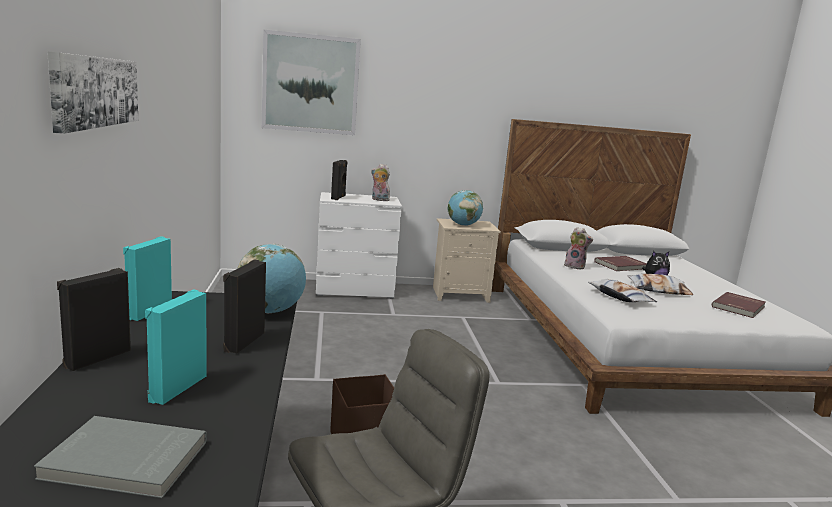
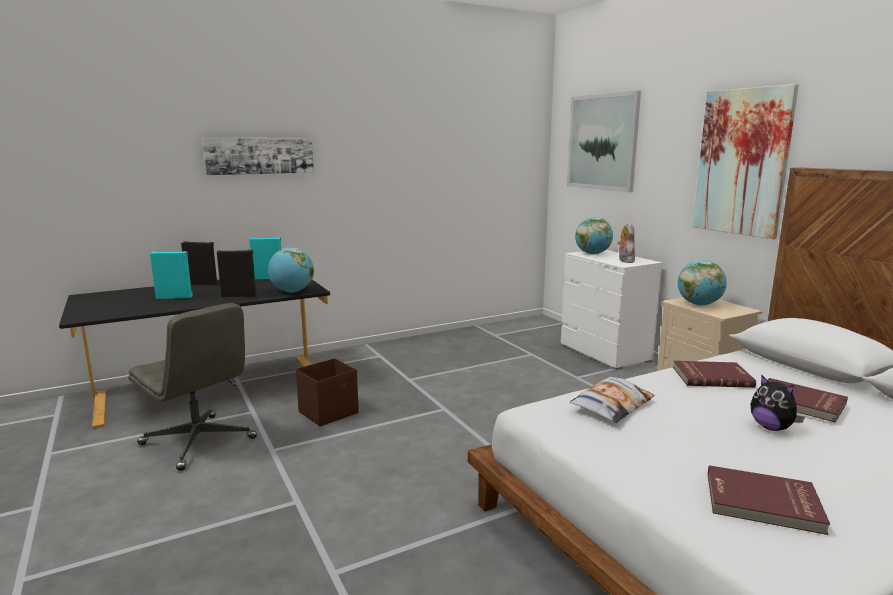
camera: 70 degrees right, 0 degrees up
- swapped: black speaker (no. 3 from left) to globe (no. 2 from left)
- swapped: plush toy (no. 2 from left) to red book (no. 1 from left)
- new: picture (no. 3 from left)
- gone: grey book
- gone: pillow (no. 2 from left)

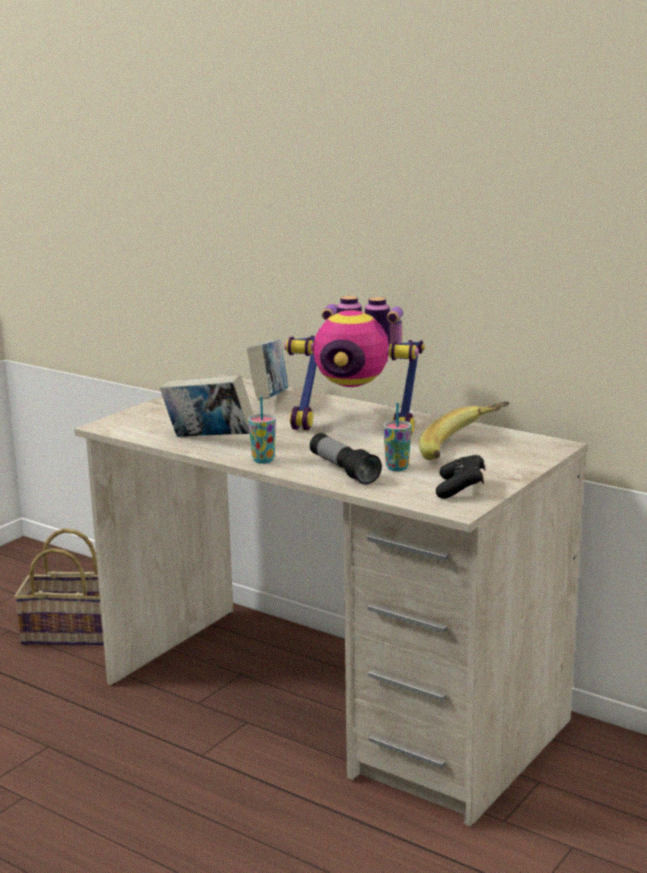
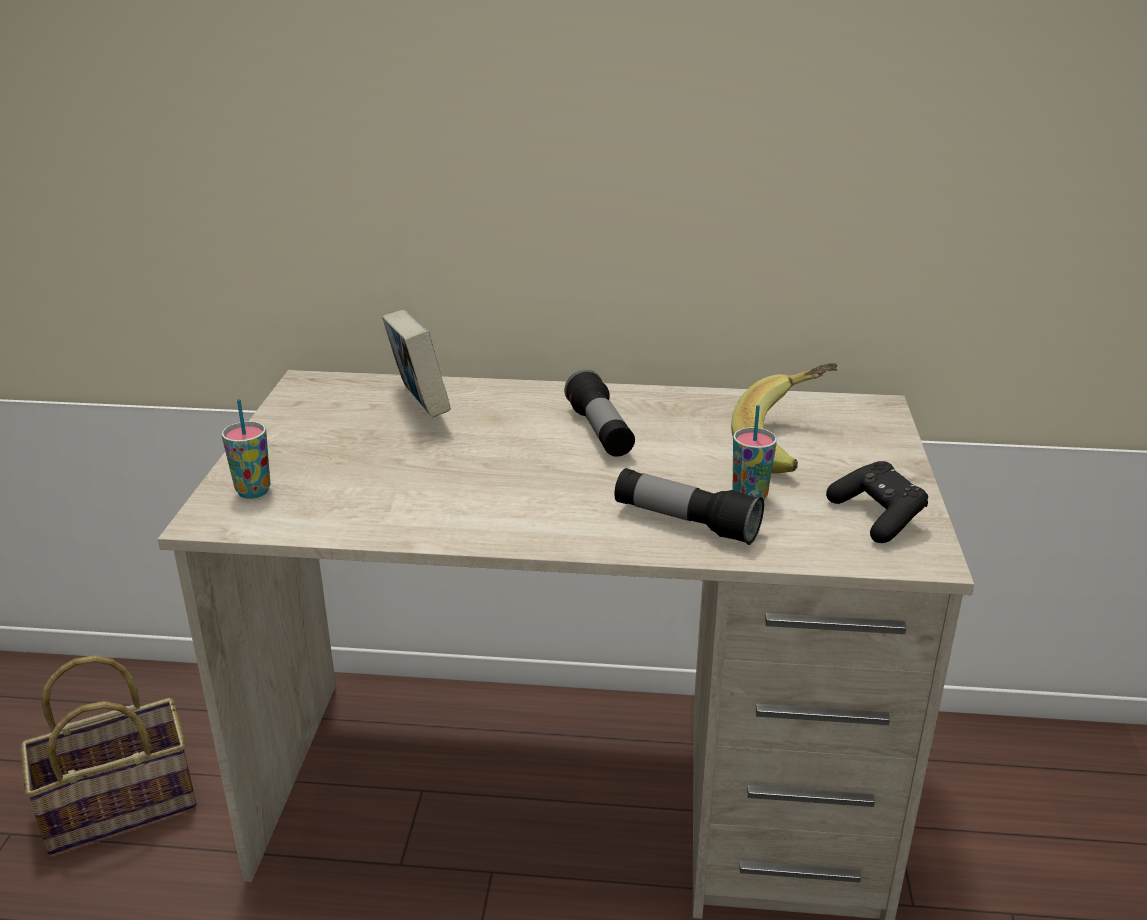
camera: 30 degrees left, 10 degrees up
- shifted: cup (no. 1 from left)
- swapped: toy robot to flashlight (no. 1 from left)
- gone: book (no. 1 from left)

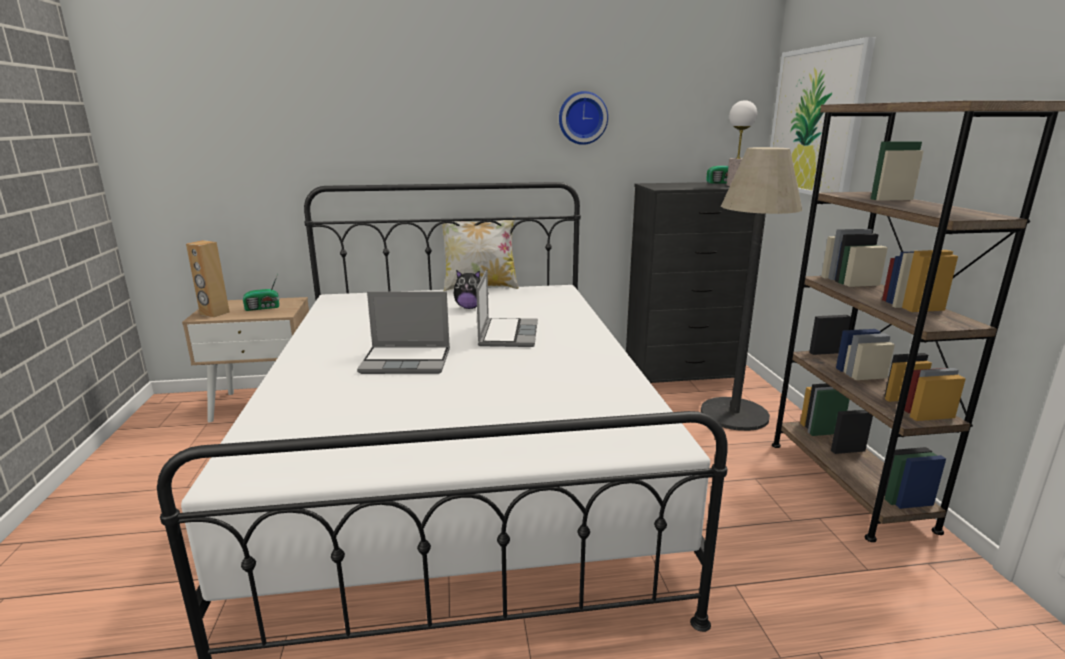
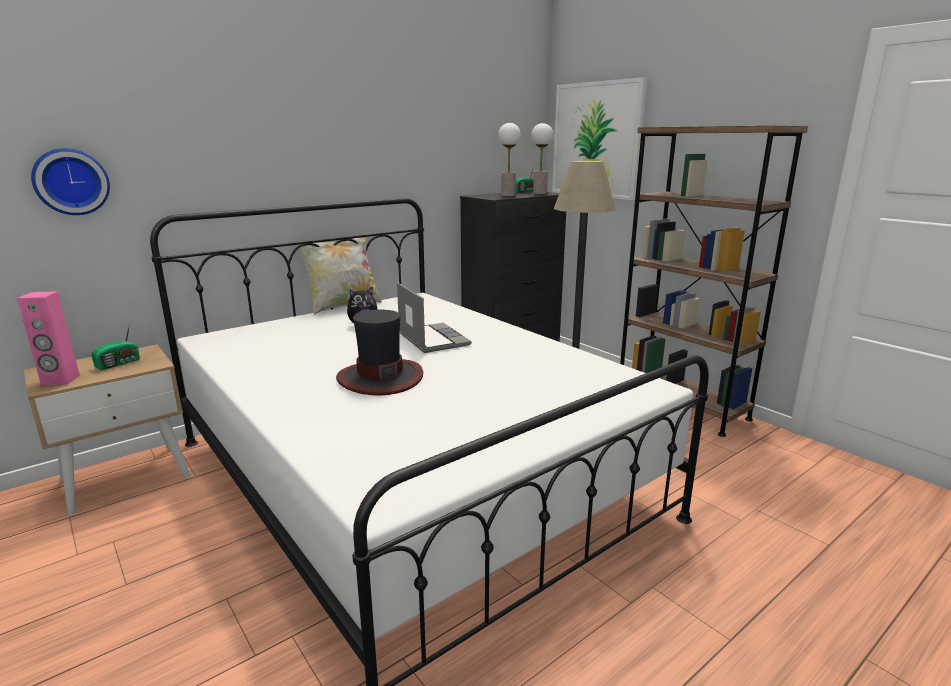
camera: 30 degrees left, 0 degrees up
- repainted: brown speaker to pink speaker
- shifted: wall clock
- swapped: laptop (no. 1 from left) to hat
- new: table lamp (no. 1 from left)

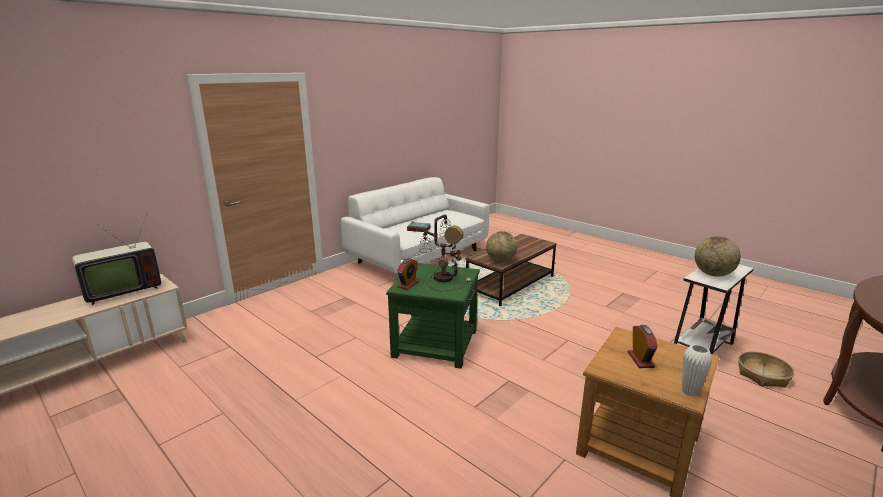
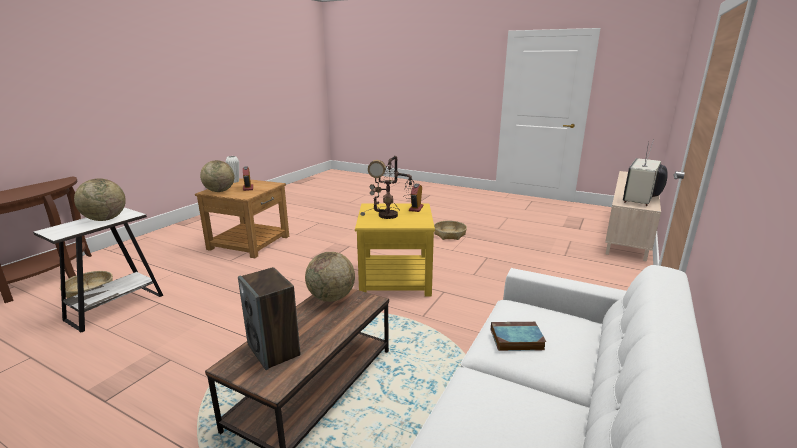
camera: 165 degrees right, 0 degrees up
- new: globe (no. 2 from left)
- new: speaker
- repainted: green side table to yellow side table
- new: basket (no. 2 from left)

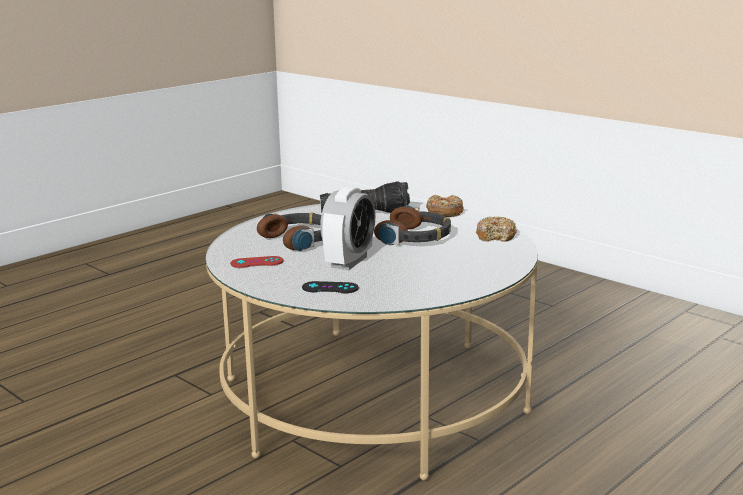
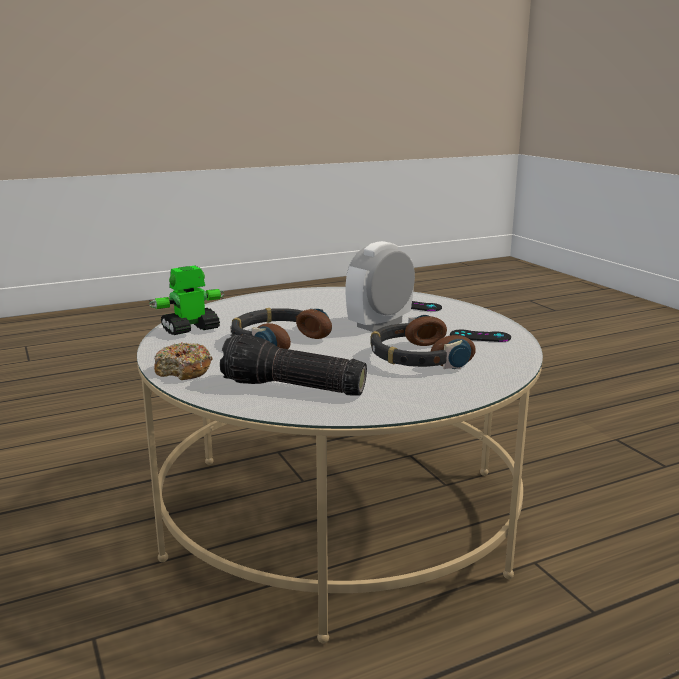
camera: 160 degrees left, 0 degrees up
- swapped: donut (no. 2 from left) to toy robot
- repainted: red game controller to black game controller (no. 2 from left)

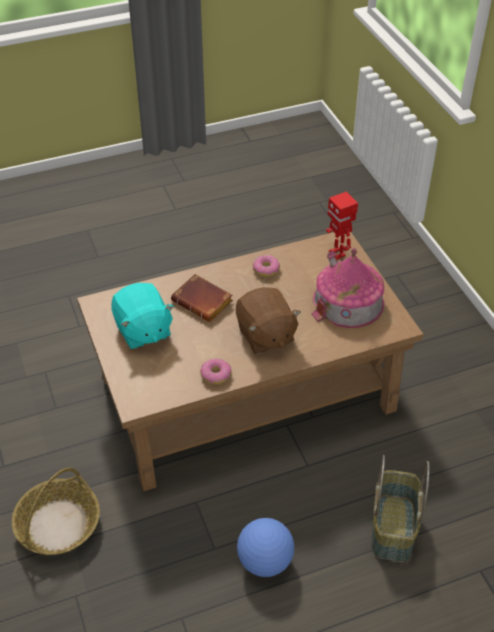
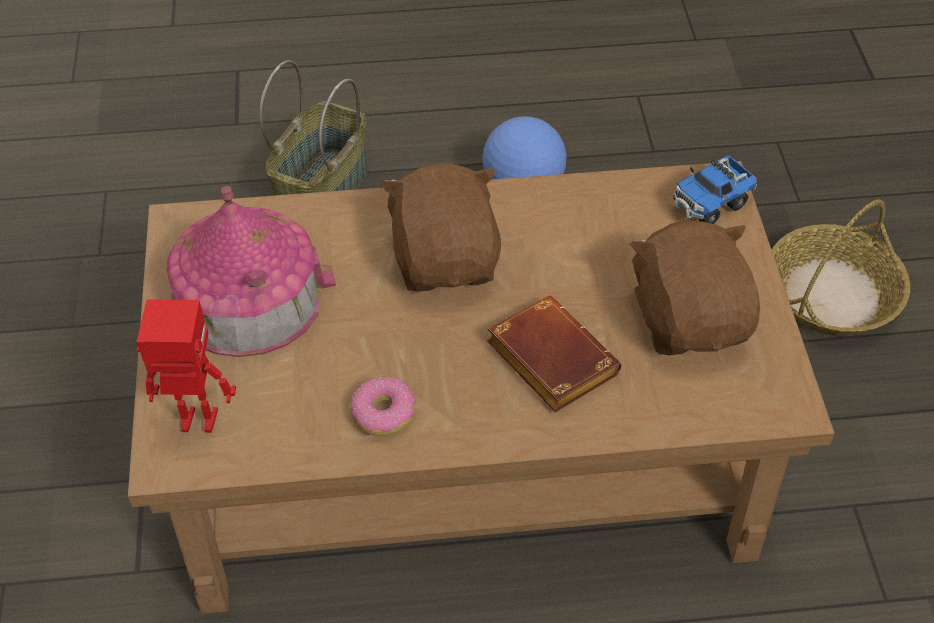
camera: 165 degrees left, 5 degrees up
- rotated: toy robot 75 degrees counterclockwise
- repainted: turquoise plush toy to brown plush toy (no. 2 from left)
- new: toy truck
- gone: donut (no. 1 from left)

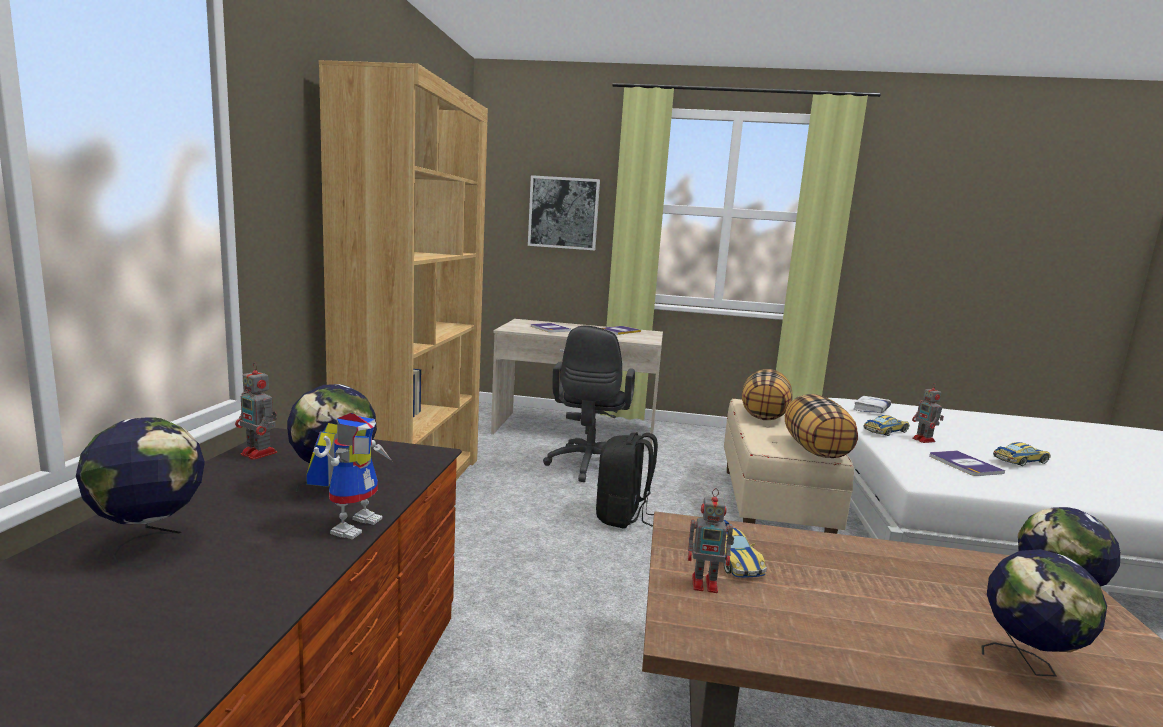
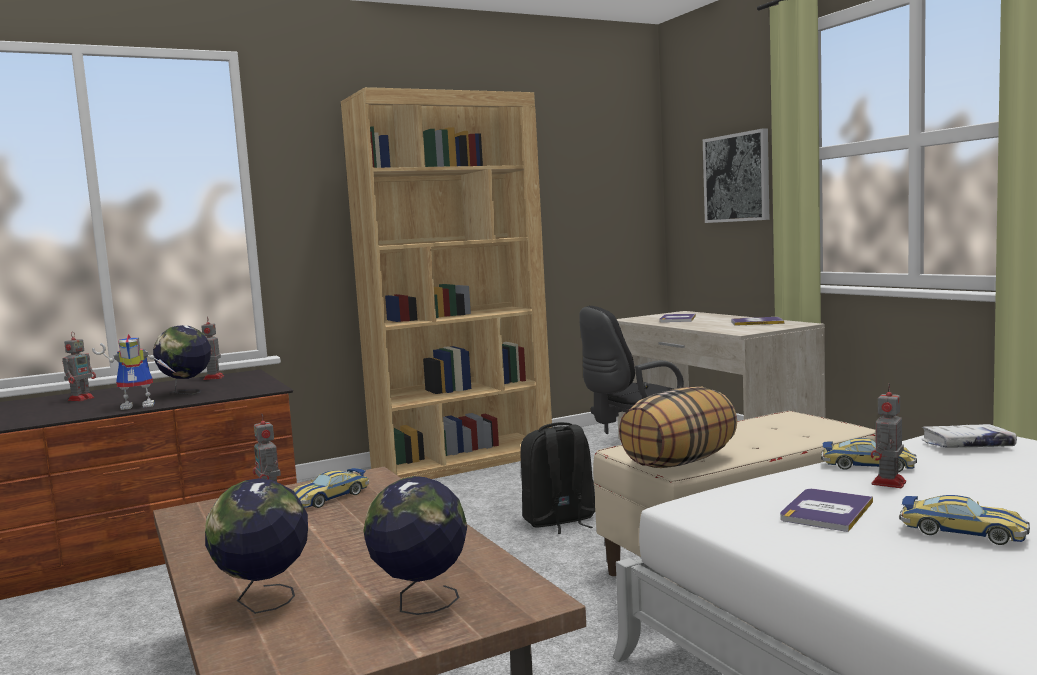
camera: 55 degrees right, 5 degrees down
- swapped: globe (no. 1 from left) to toy robot (no. 1 from left)
- gone: pillow (no. 1 from left)

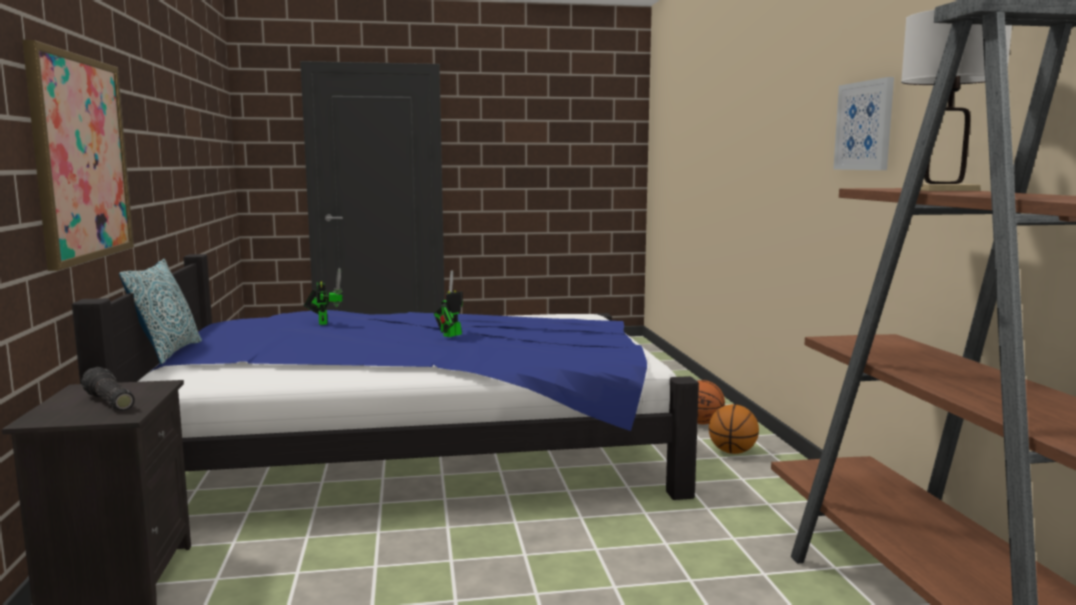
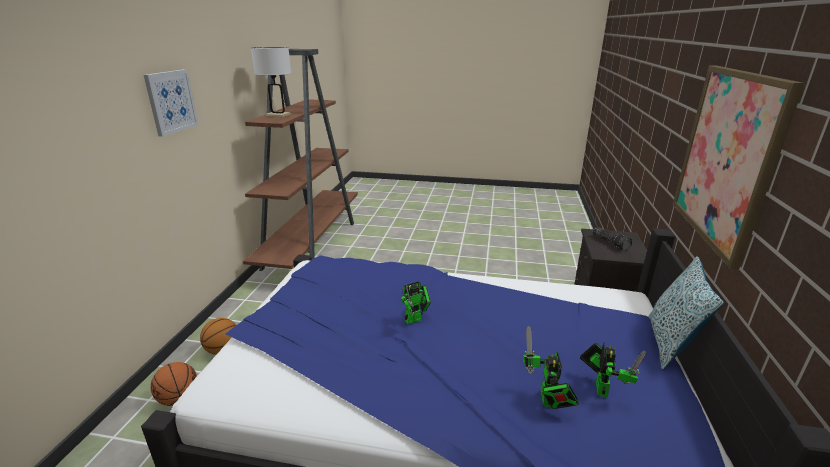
camera: 160 degrees left, 15 degrees up
- new: toy robot (no. 3 from left)

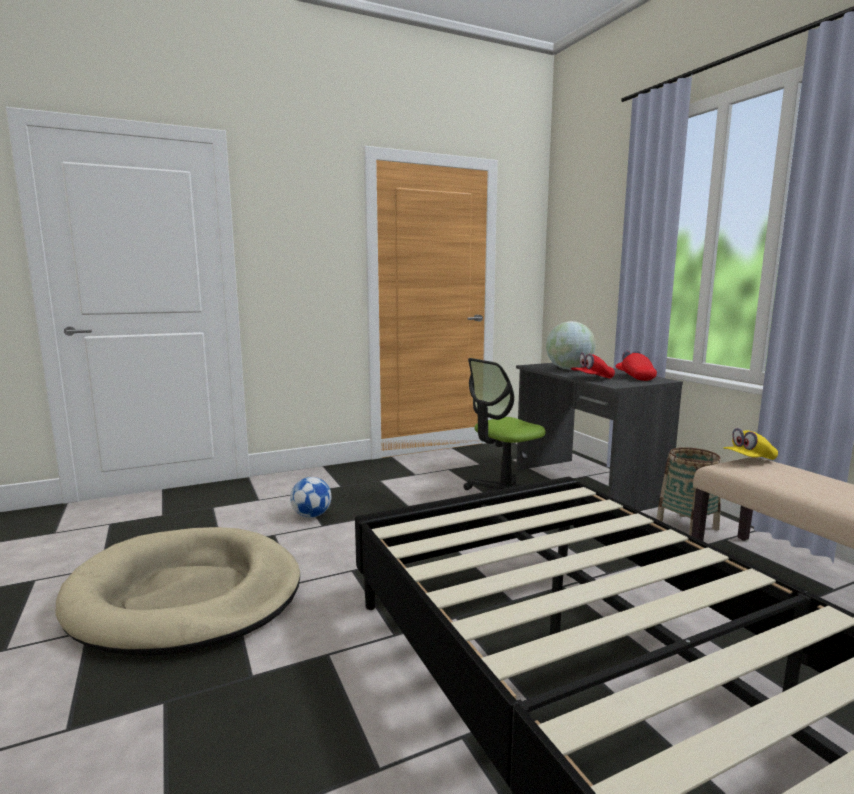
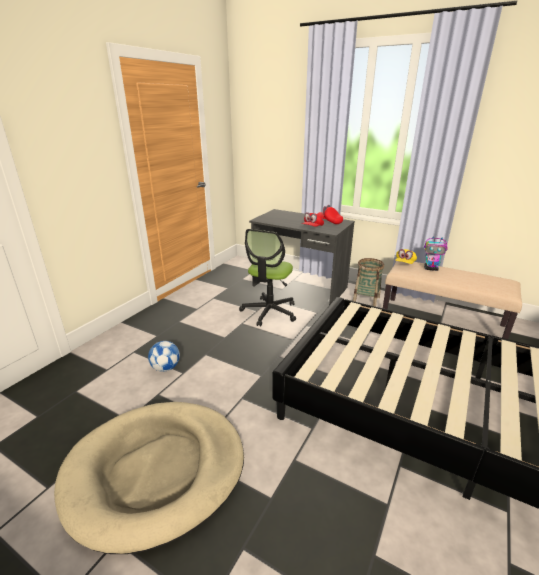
camera: 35 degrees left, 15 degrees up
- new: toy robot
- gone: globe

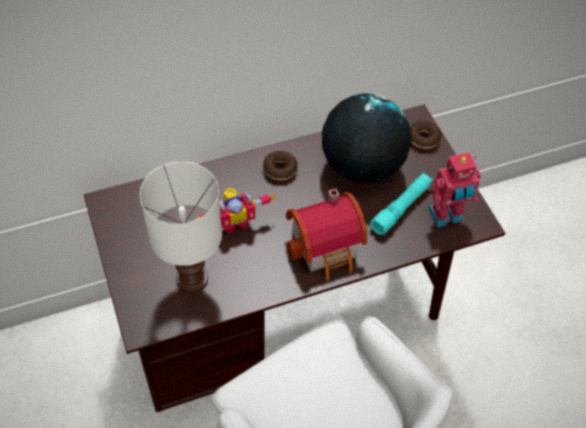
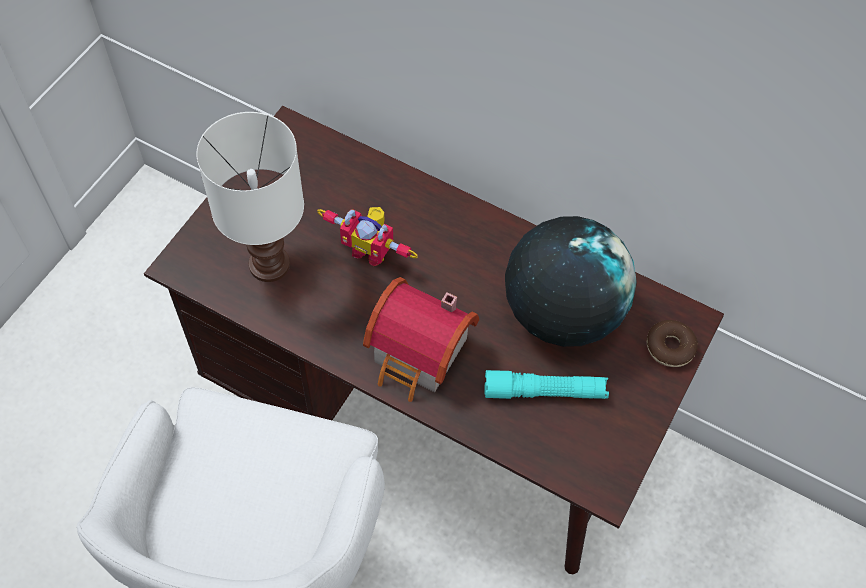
camera: 50 degrees right, 5 degrees up
- gone: donut (no. 1 from left)
- gone: toy robot (no. 2 from left)

